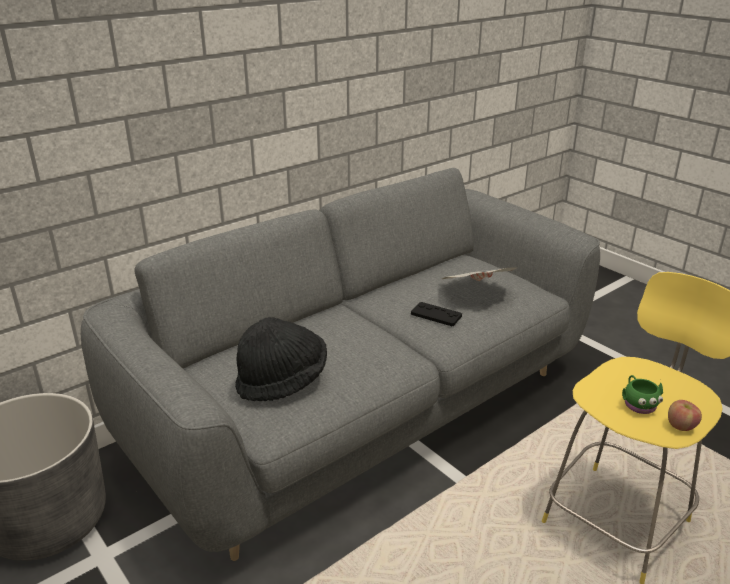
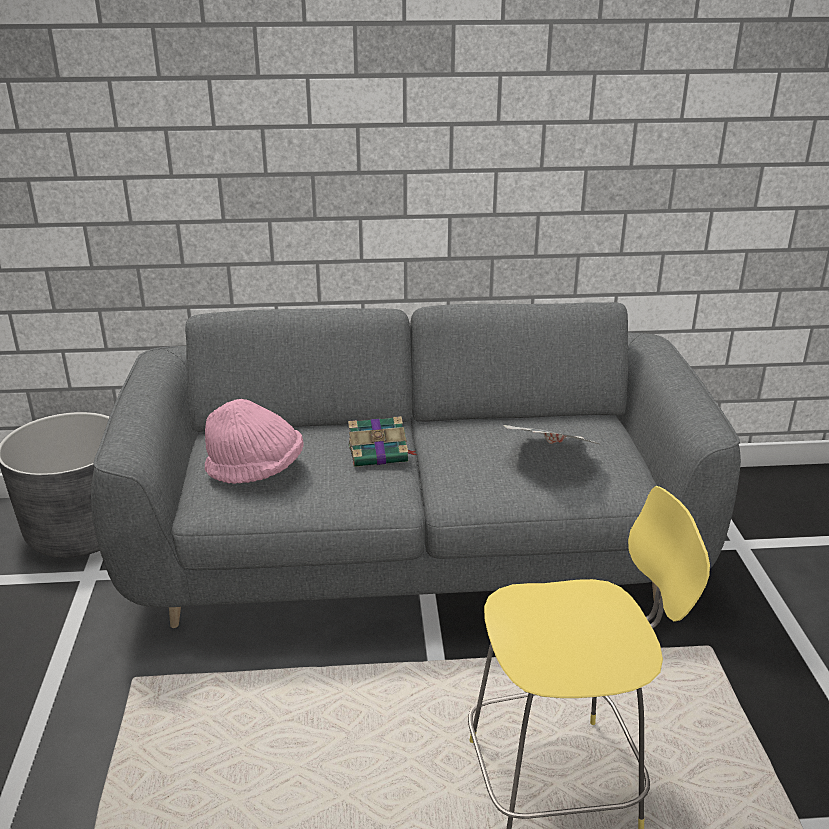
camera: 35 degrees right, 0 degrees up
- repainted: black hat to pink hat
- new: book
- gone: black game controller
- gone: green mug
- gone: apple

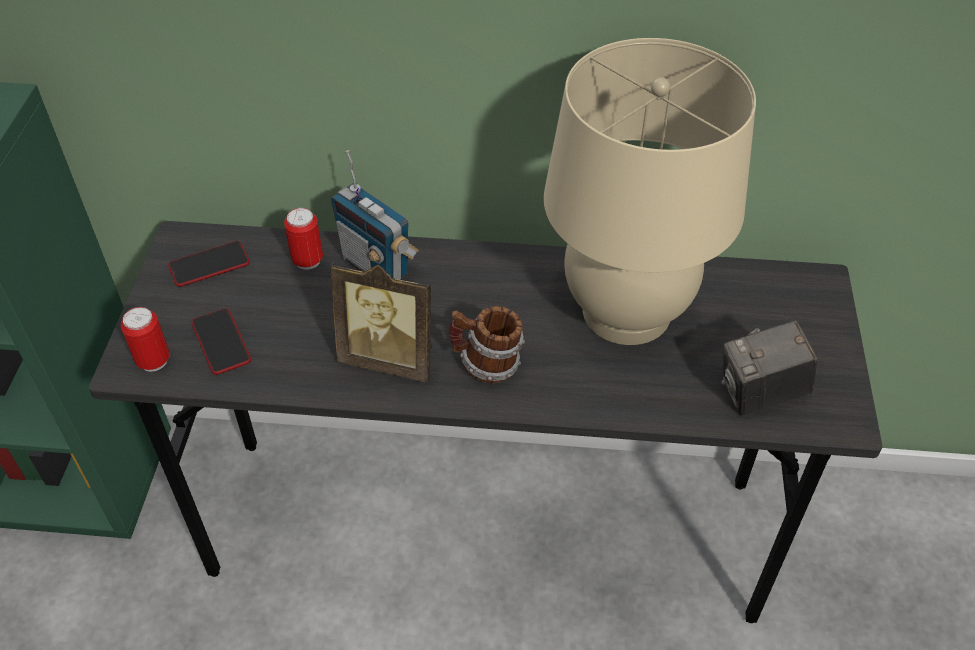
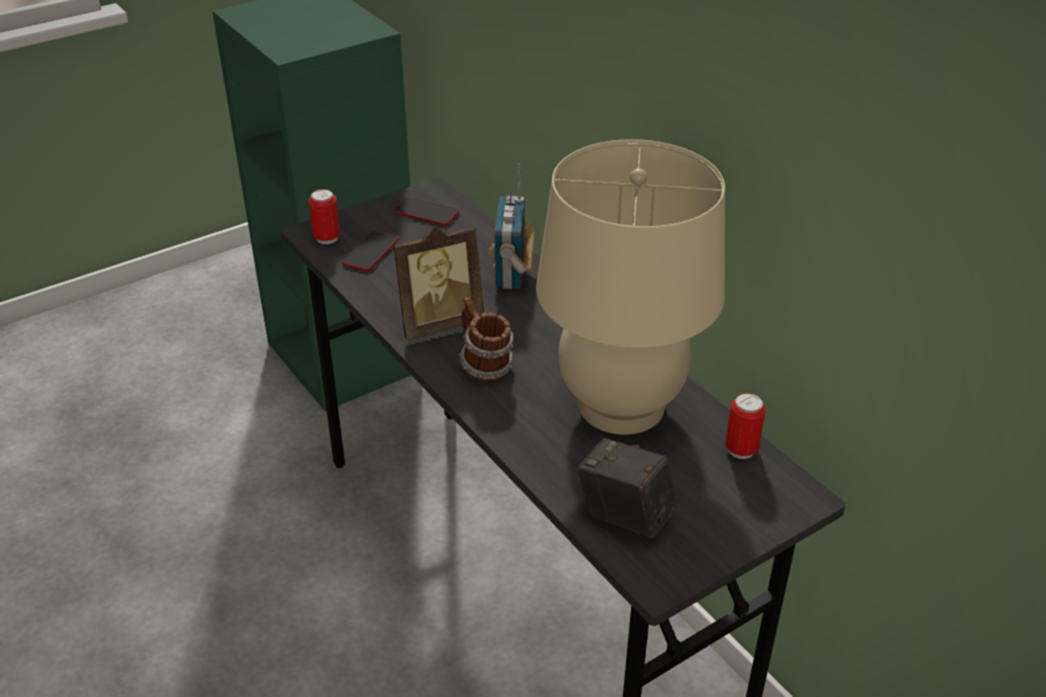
camera: 50 degrees right, 10 degrees down
- rotated: picture frame 90 degrees counterclockwise
- shifted: can (no. 2 from left)

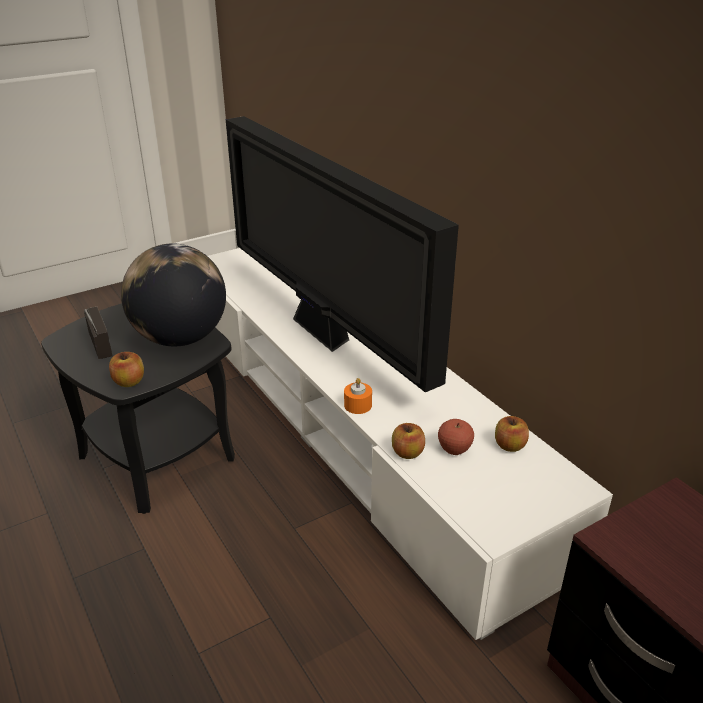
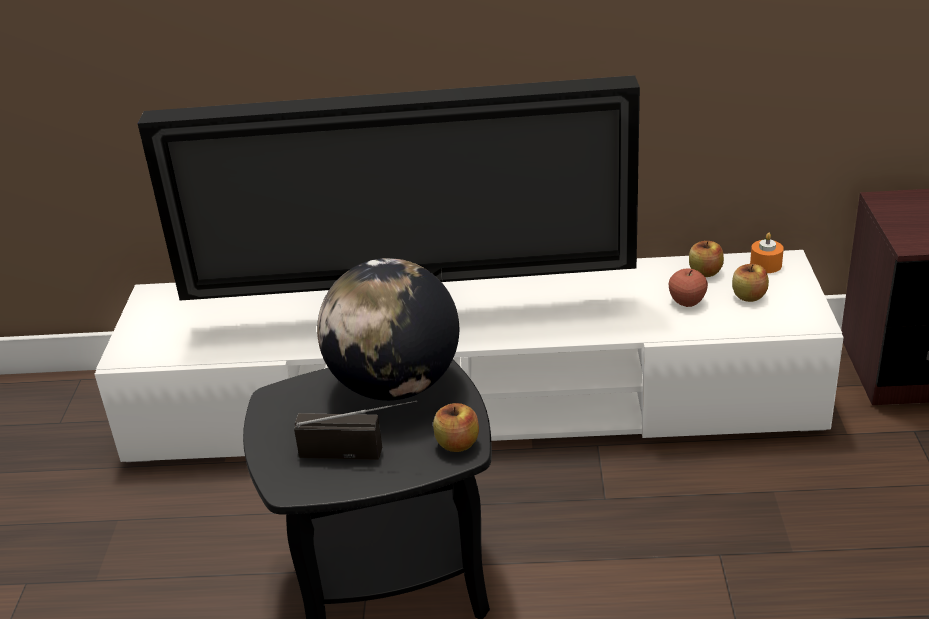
camera: 55 degrees left, 0 degrees up
- shifted: apple (no. 2 from left in the first image) to apple (no. 4 from left)
- shifted: orange candle

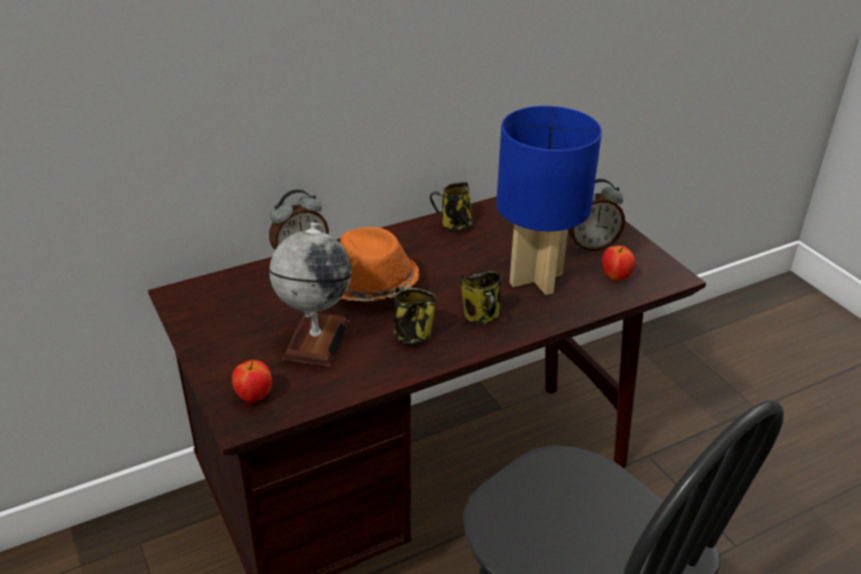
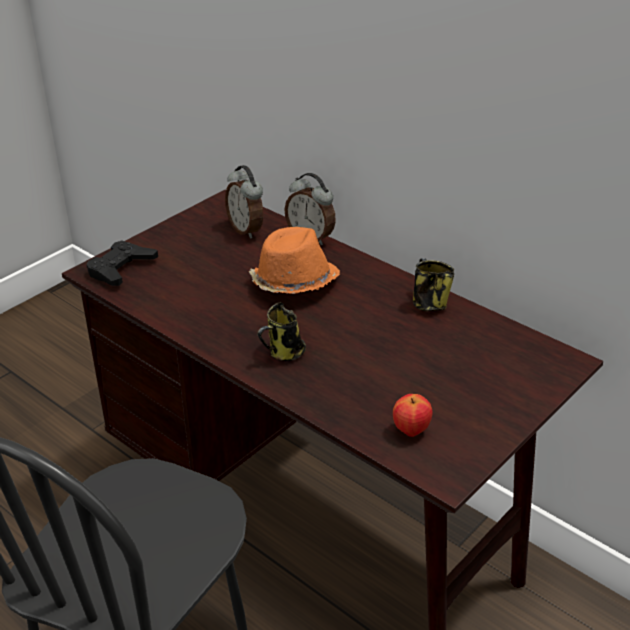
camera: 70 degrees right, 0 degrees up
- swapped: apple (no. 1 from left) to black game controller
- shifted: alarm clock (no. 2 from left in the first image) to alarm clock (no. 1 from left)
- gone: globe
- gone: mug (no. 1 from left)
- gone: blue table lamp

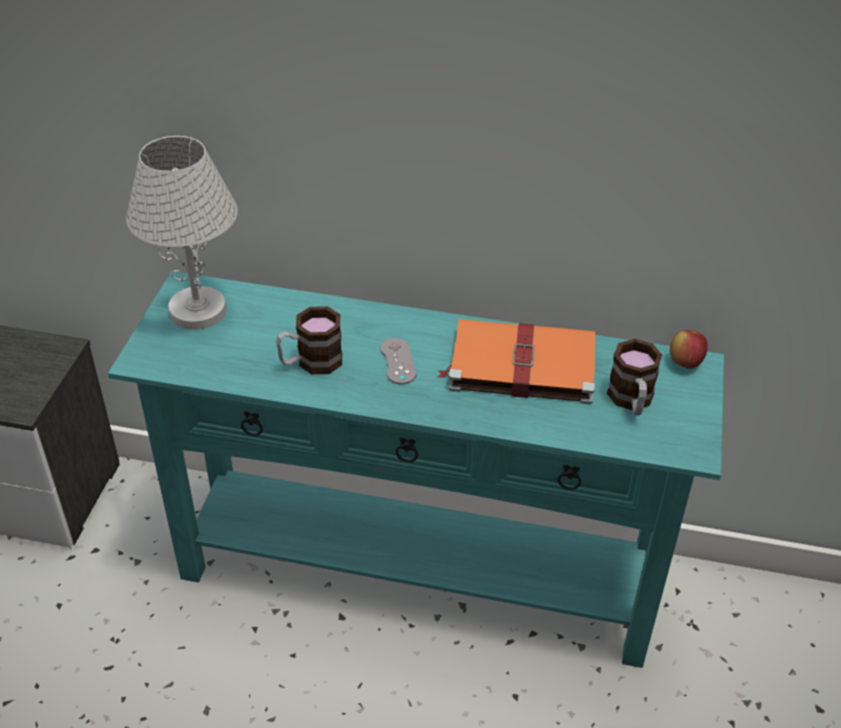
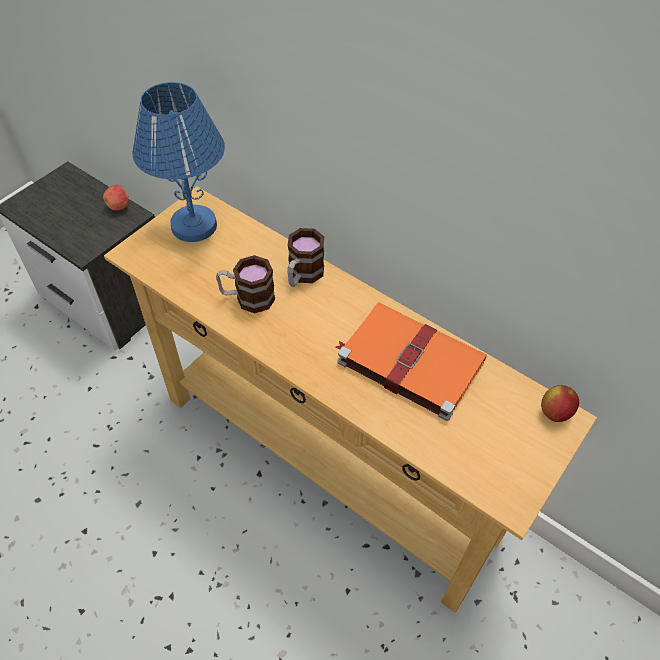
camera: 25 degrees right, 10 degrees up
- new: apple (no. 1 from left)
- repainted: turquoise console table to beige console table
- repainted: white table lamp to blue table lamp
- shifted: mug (no. 2 from left)
- gone: grey game controller

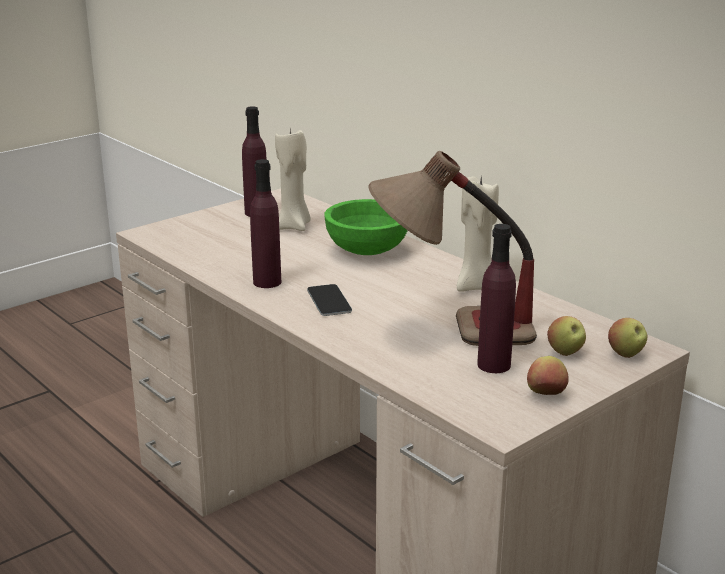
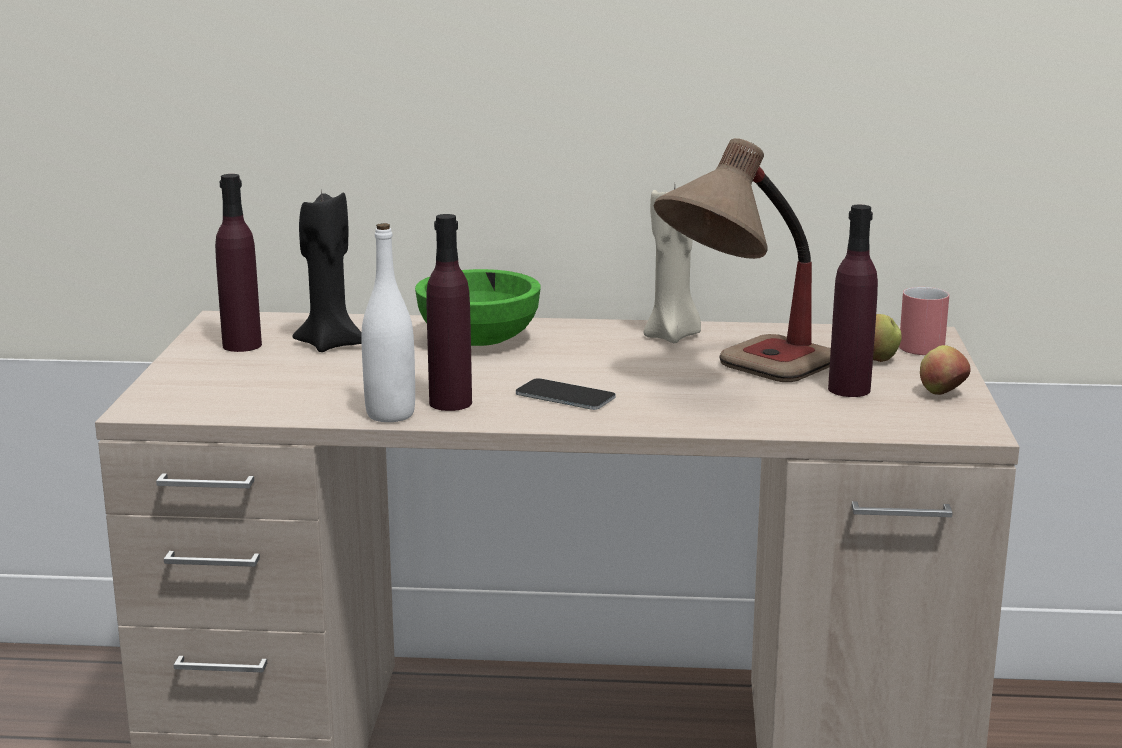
camera: 45 degrees left, 5 degrees down
- repainted: beige candle (no. 1 from left) to black candle
- new: white bottle
- swapped: apple (no. 3 from left) to red mug

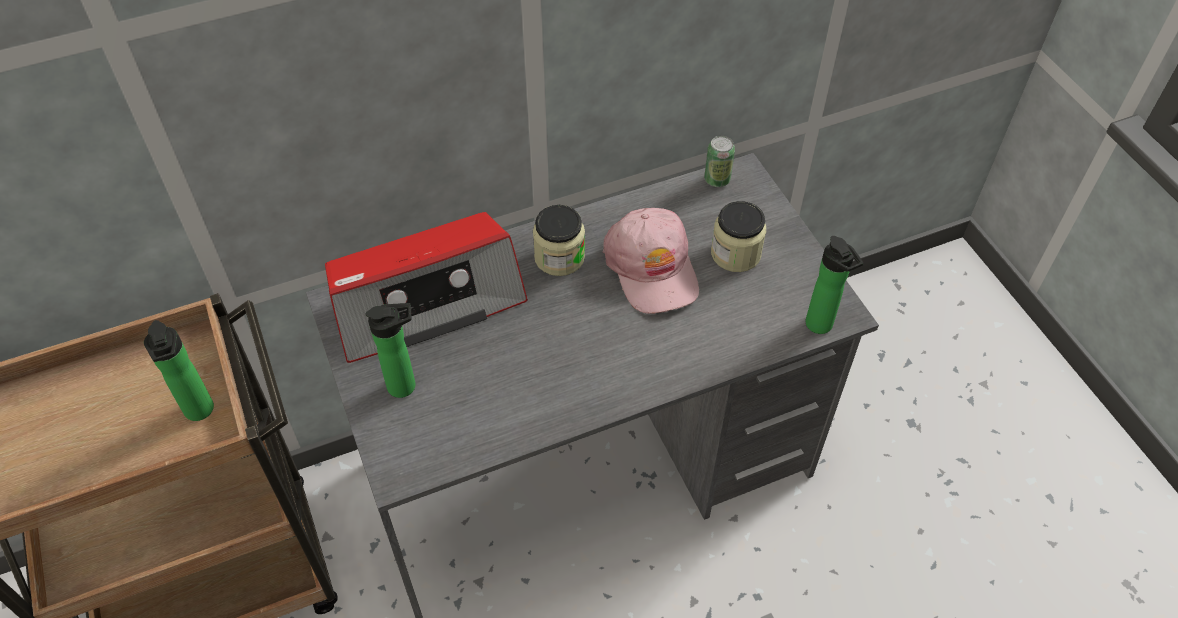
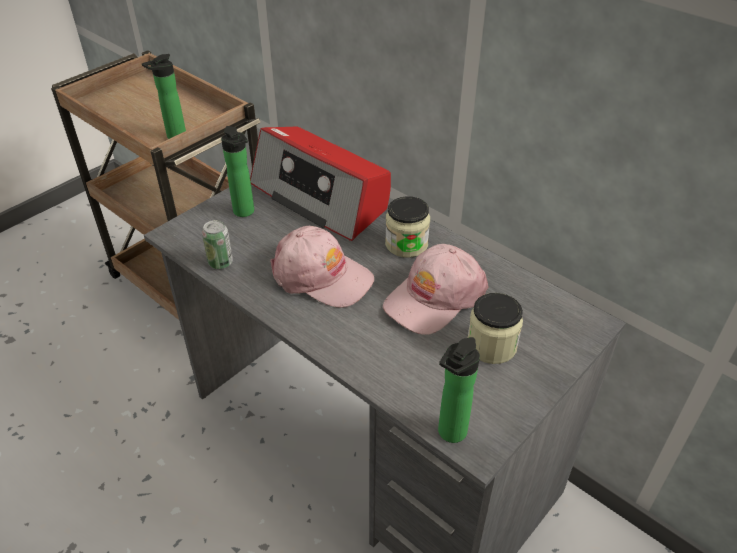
camera: 65 degrees right, 10 degrees down
- shifted: can
- new: pink cap (no. 1 from left)

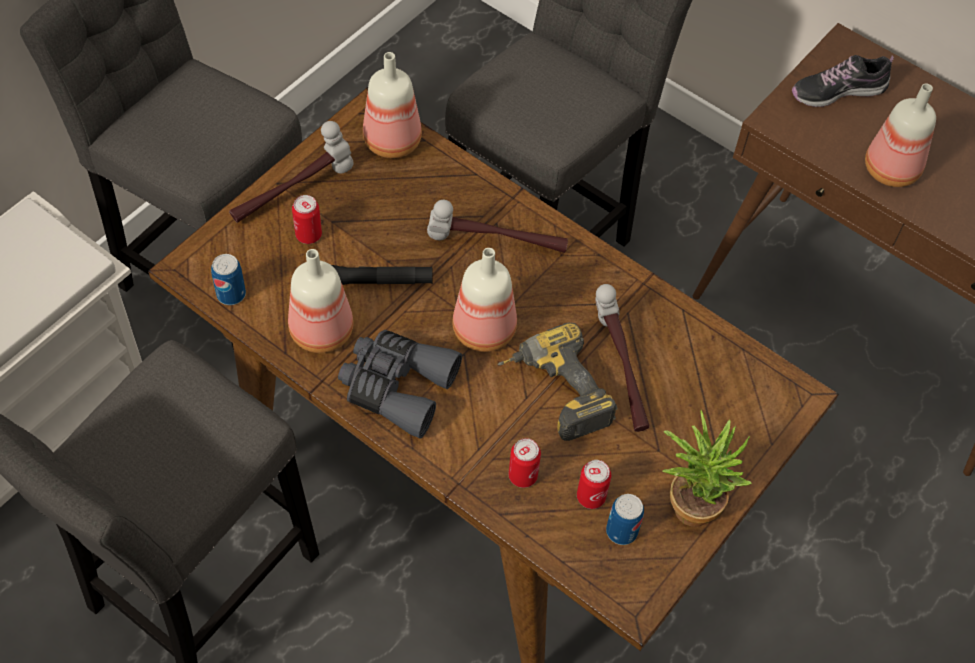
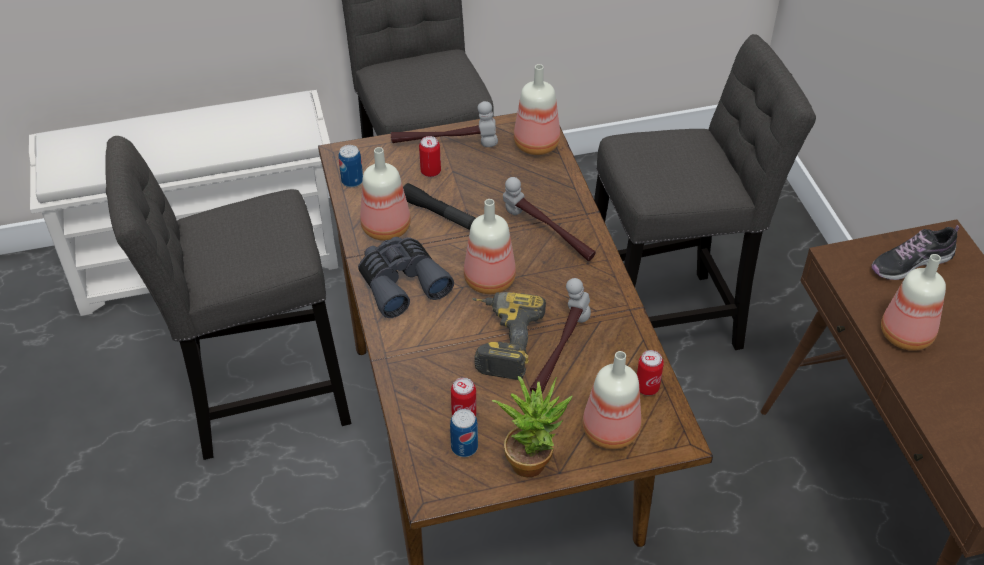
camera: 40 degrees right, 10 degrees down
- new: bottle (no. 4 from left)
- shifted: can (no. 3 from left in the first image) to can (no. 5 from left)
- rotated: shoe 45 degrees counterclockwise

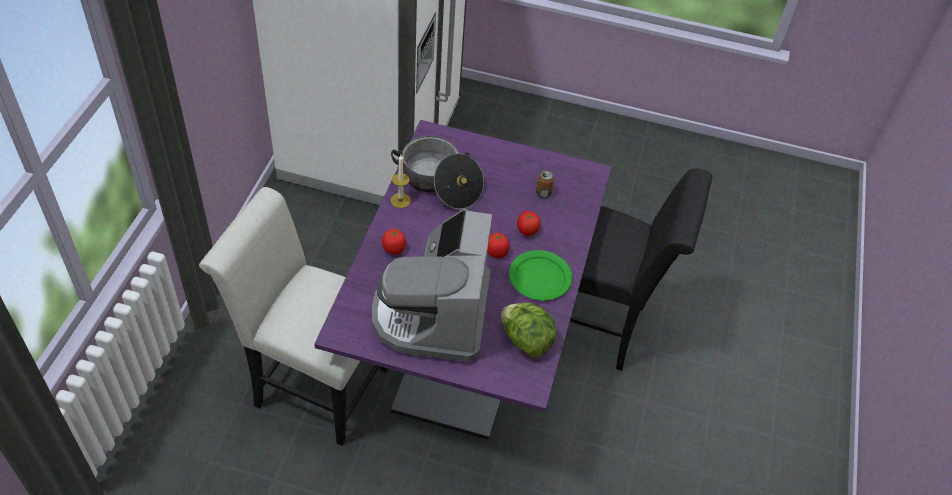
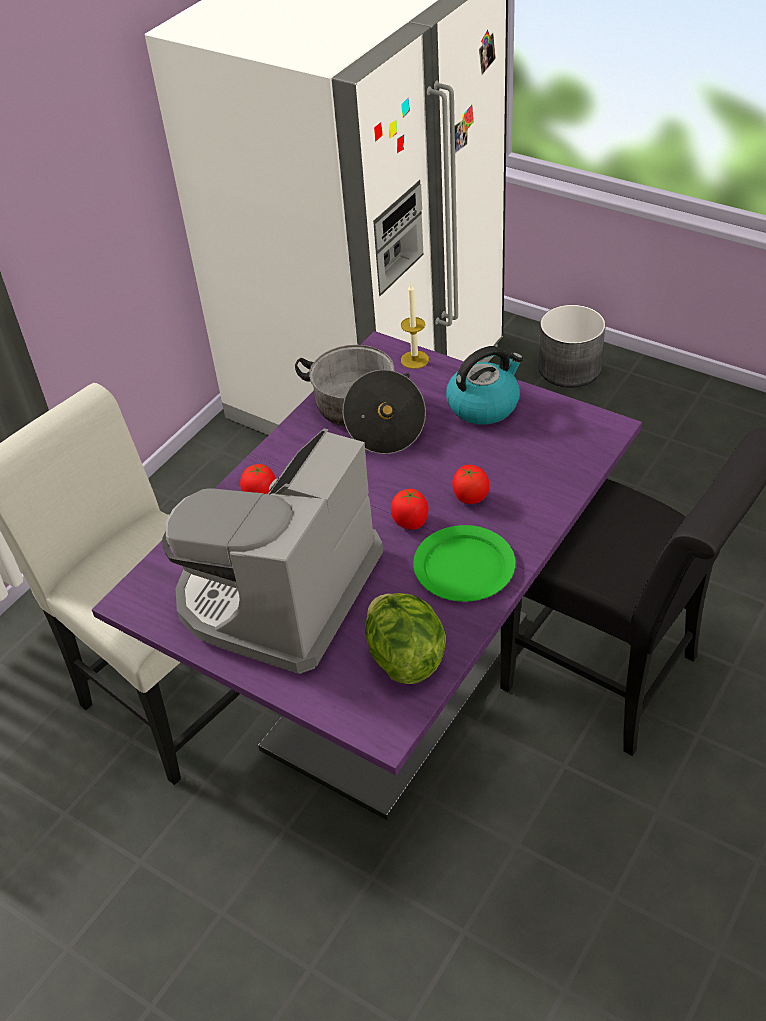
camera: 25 degrees right, 5 degrees down
- shifted: candle
- new: kettle
- new: grey planter
- gone: can

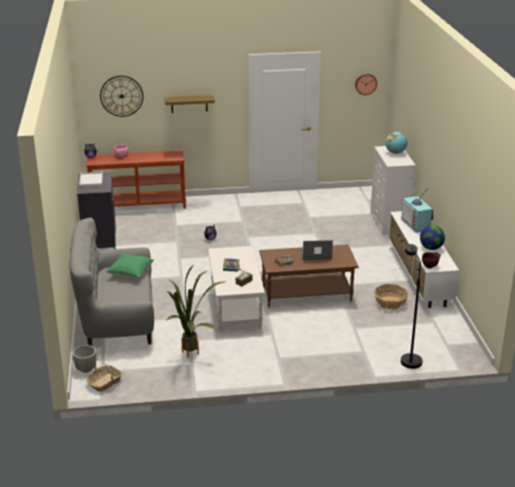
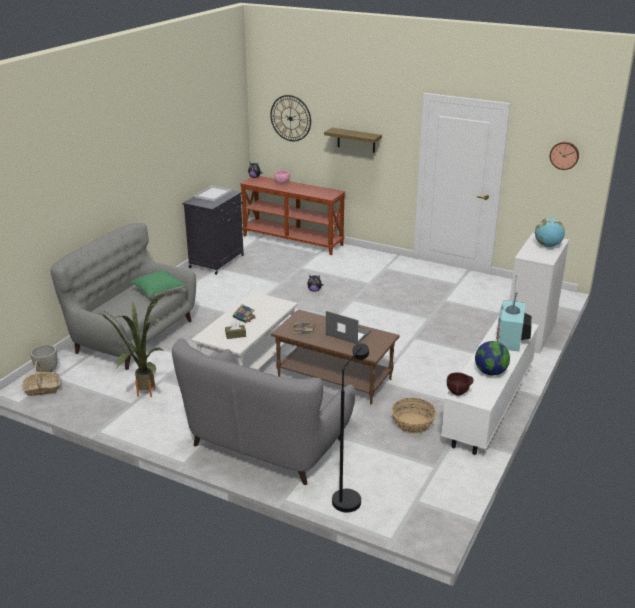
camera: 35 degrees right, 0 degrees up
- new: grey sofa (no. 2 from left)

